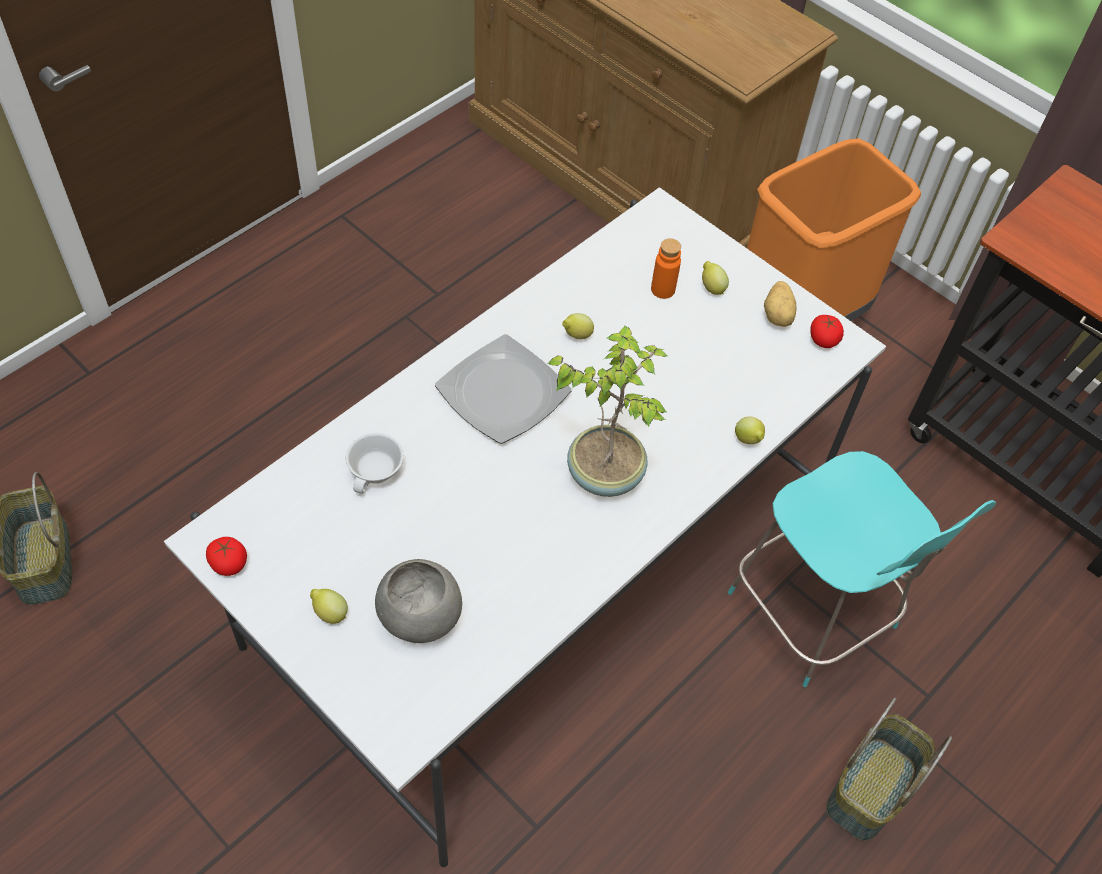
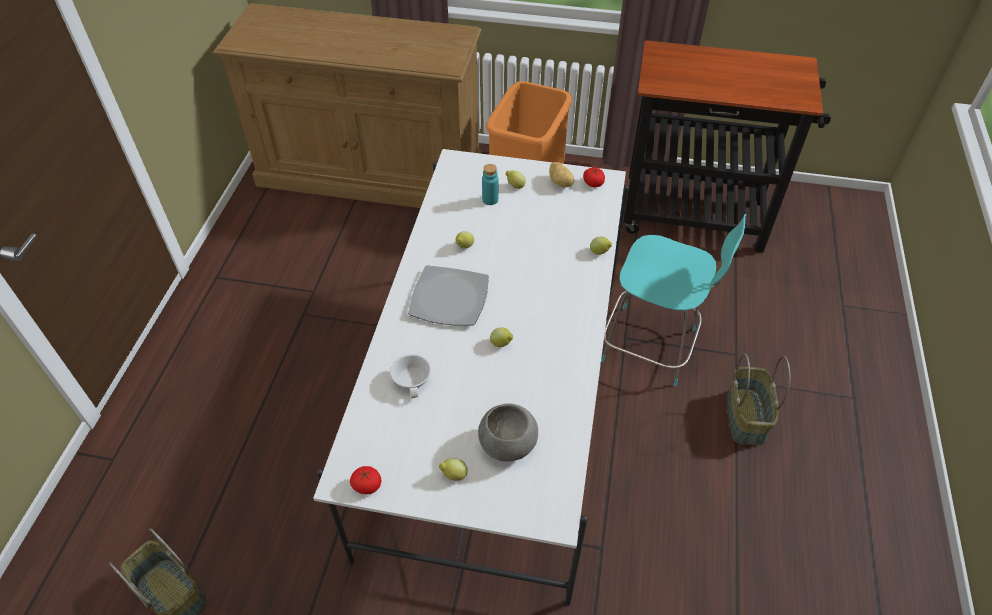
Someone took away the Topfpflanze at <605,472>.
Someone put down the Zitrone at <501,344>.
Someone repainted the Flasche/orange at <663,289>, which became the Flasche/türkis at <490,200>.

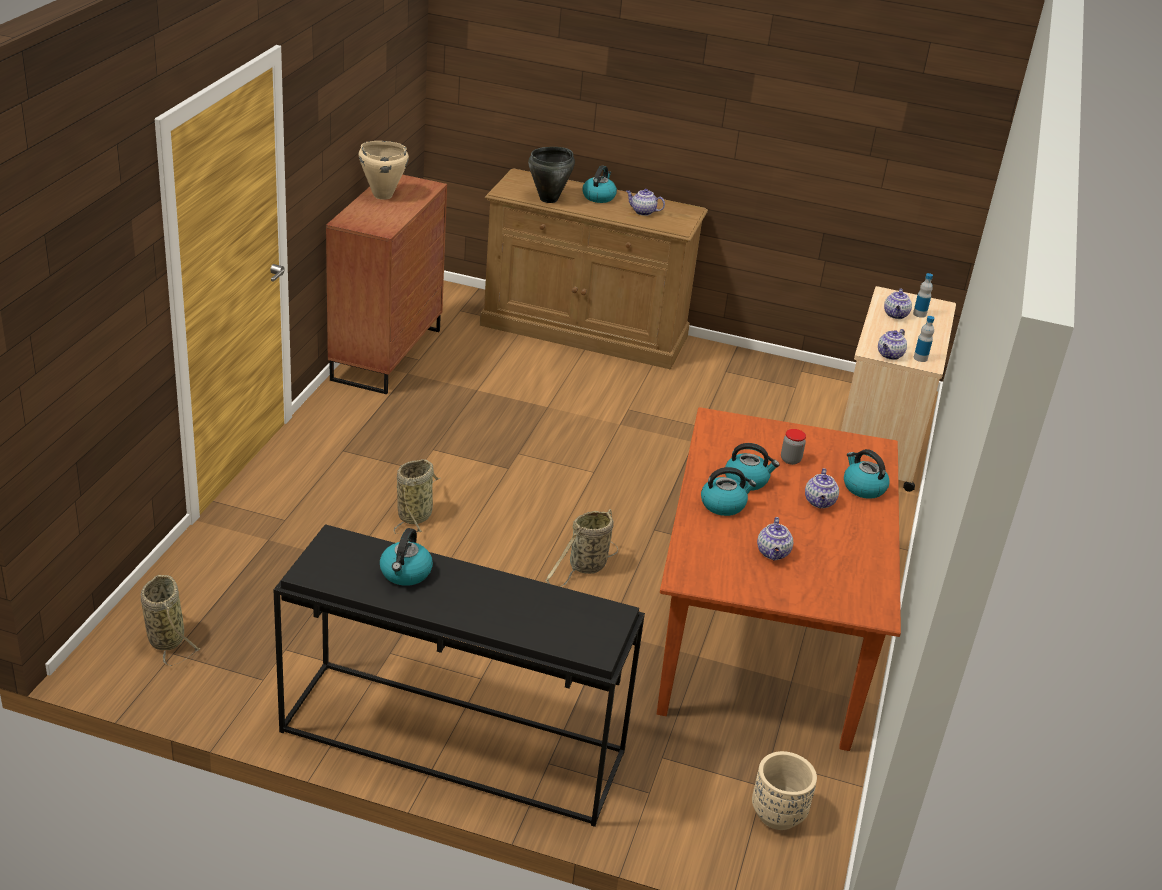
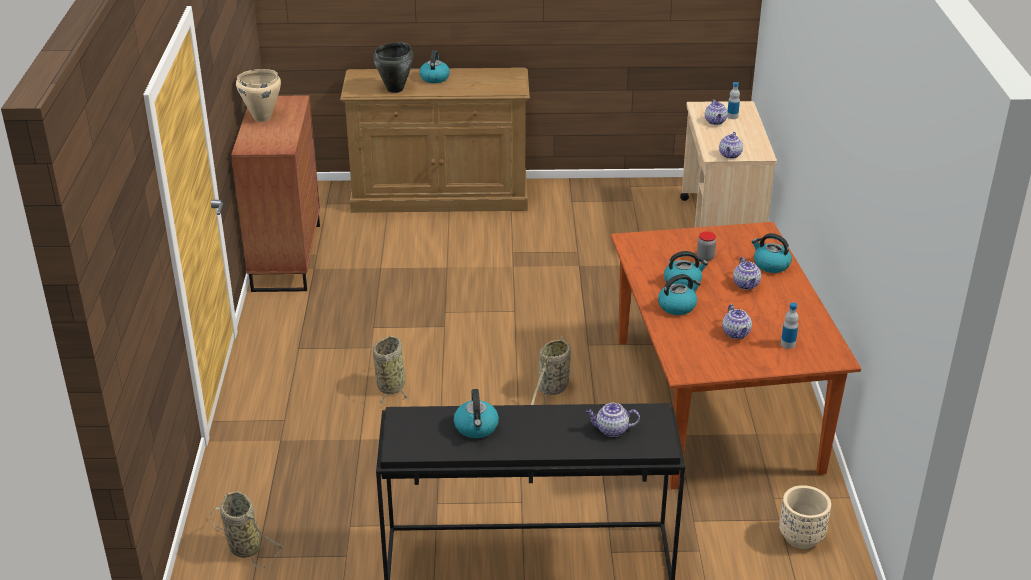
Someone carried the Teekanne from <642,212> to <611,430>.
Someone carried the Flasche from <920,358> to <788,344>.

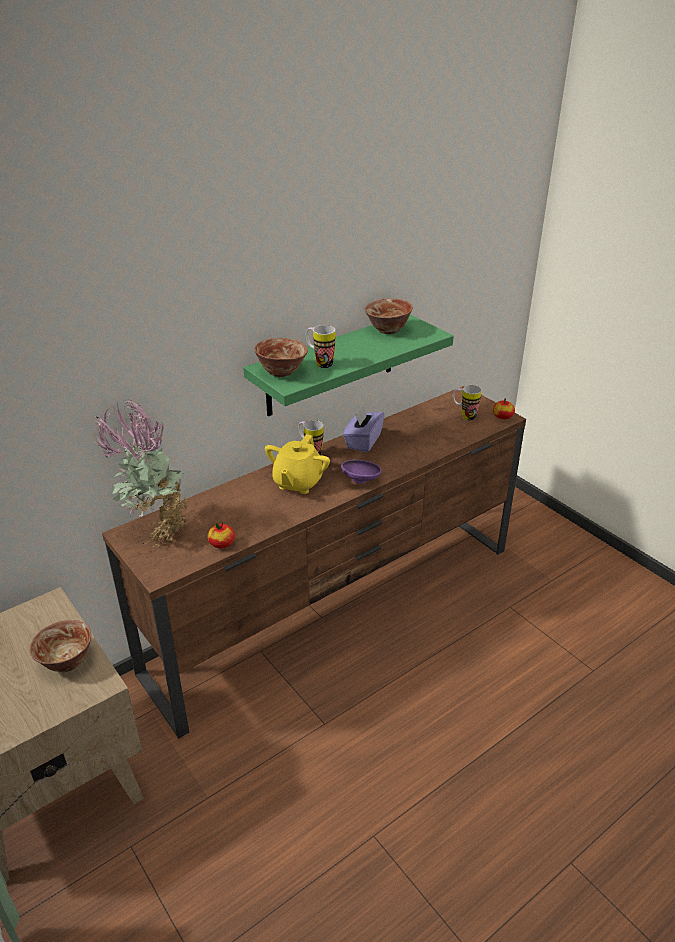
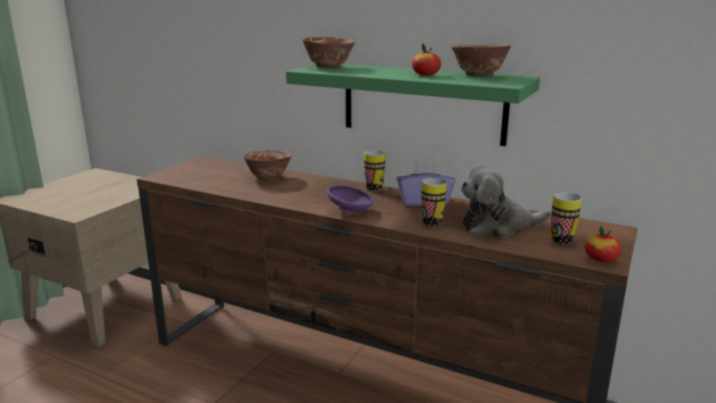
Someone took away the Topfpflanze at <155,529>.
Someone took away the Teekanne/gelb at <297,483>.
Someone put down the Plüschtier at <498,227>.
Someone carried the Schüssel from <66,661> to <268,178>.
Someone carried the Apfel from <222,543> to <426,75>.
Someone carried the Henkelbecher from <320,363> to <432,220>.

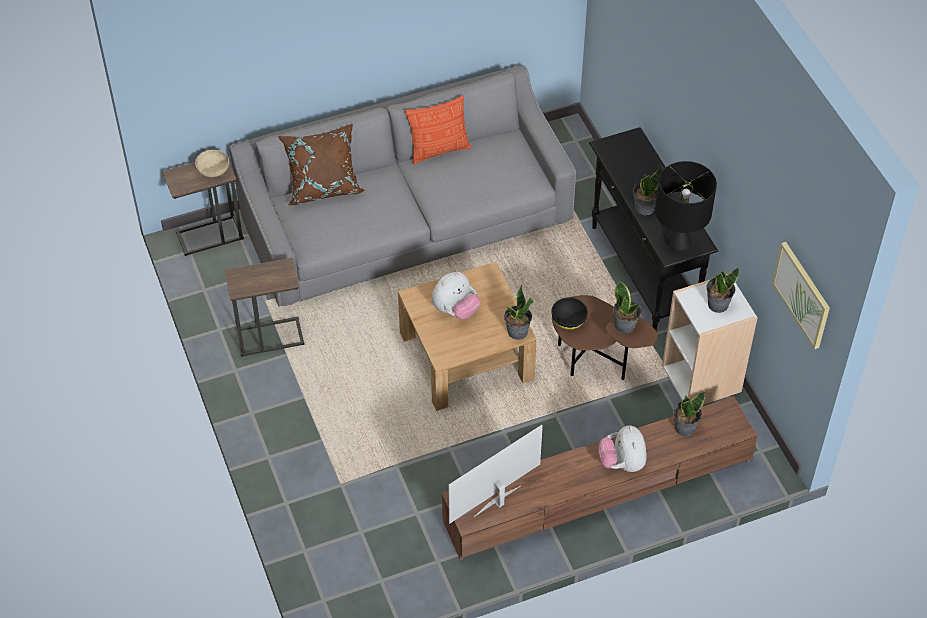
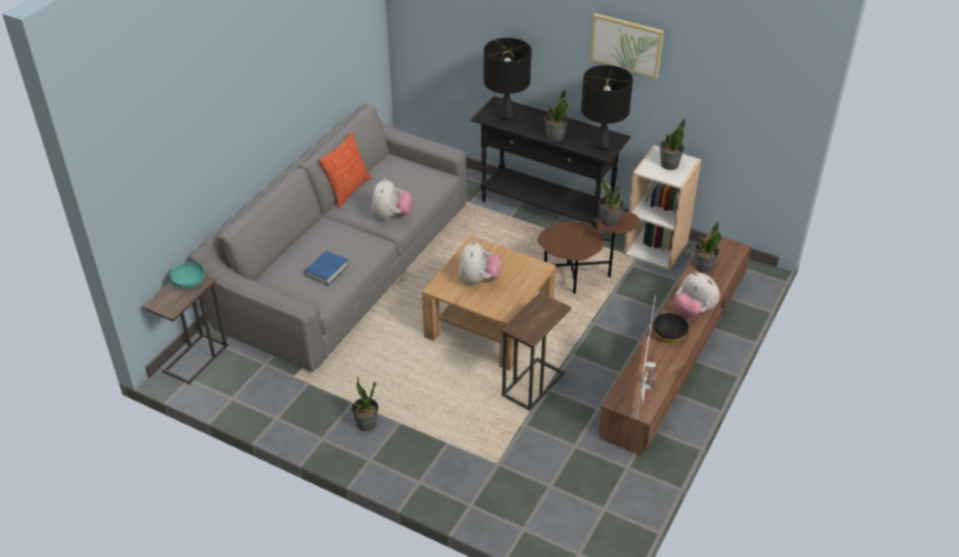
Someone took away the Kissen/braun at <323,186>.
Someone put down the Buch/blau at <327,270>.
Someone put down the Plüschtier at <391,216>.
Someone put down the Tischlampe/schwarz at <506,115>.
Someone carried the Beistelltisch/braun from <269,338> to <533,385>.
Someone carried the Topfpflanze from <517,332> to <366,424>.
Someone carried the Schüssel/schwarz from <569,320> to <669,335>.
Someone carried the Bild from <802,294> to <626,45>.
Someone repainted the Schüssel/beige at <213,171>, which became the Schüssel/türkis at <189,284>.

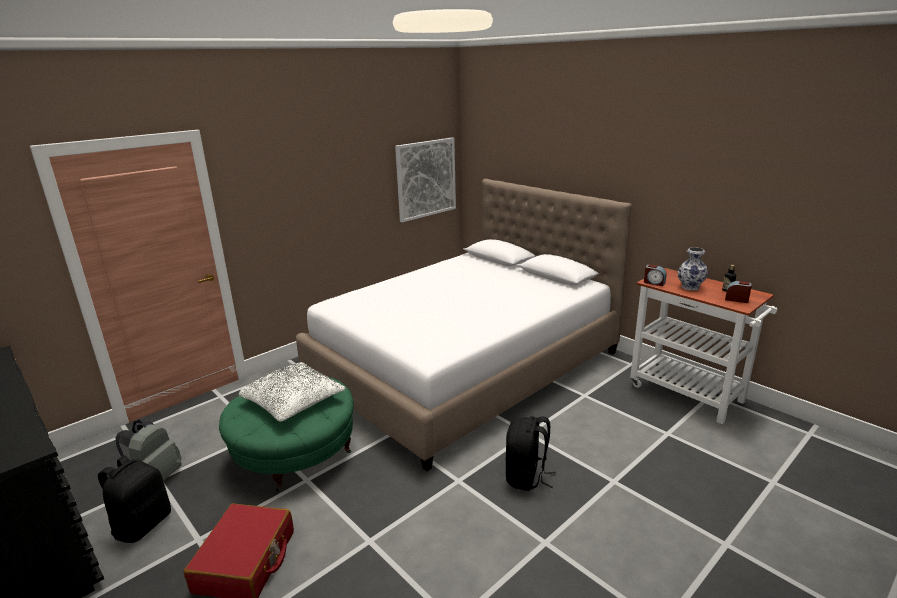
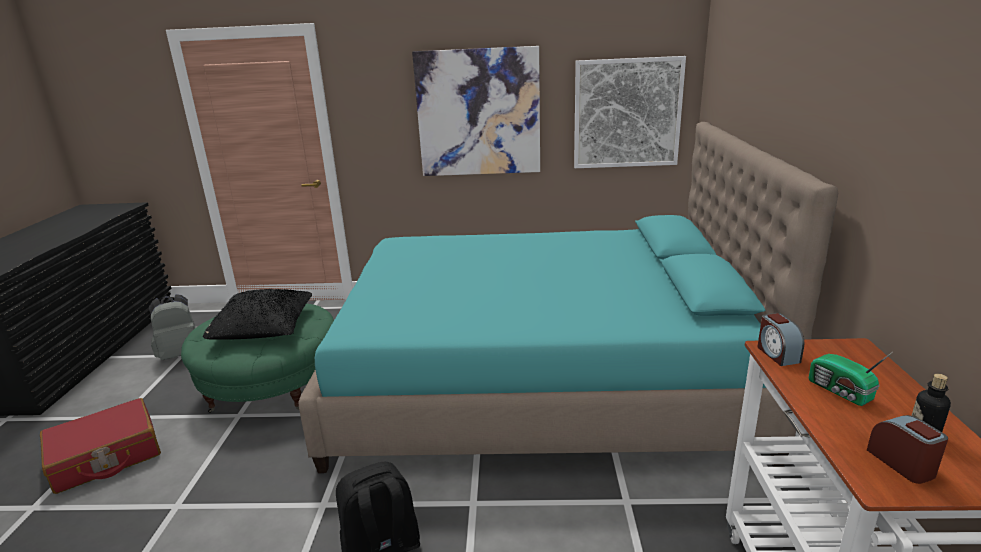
Someone took away the Rucksack/schwarz at <143,524>.
Someone put up the Bild at <478,113>.
Someone swapped the Vase at <690,287> for the Radio at <840,391>.
Someone repainted the Kissen/weiß at <293,401>, which became the Kissen/schwarz at <262,327>.
Someone repainted the Bett/weiß at <466,366>, which became the Bett/türkis at <540,380>.

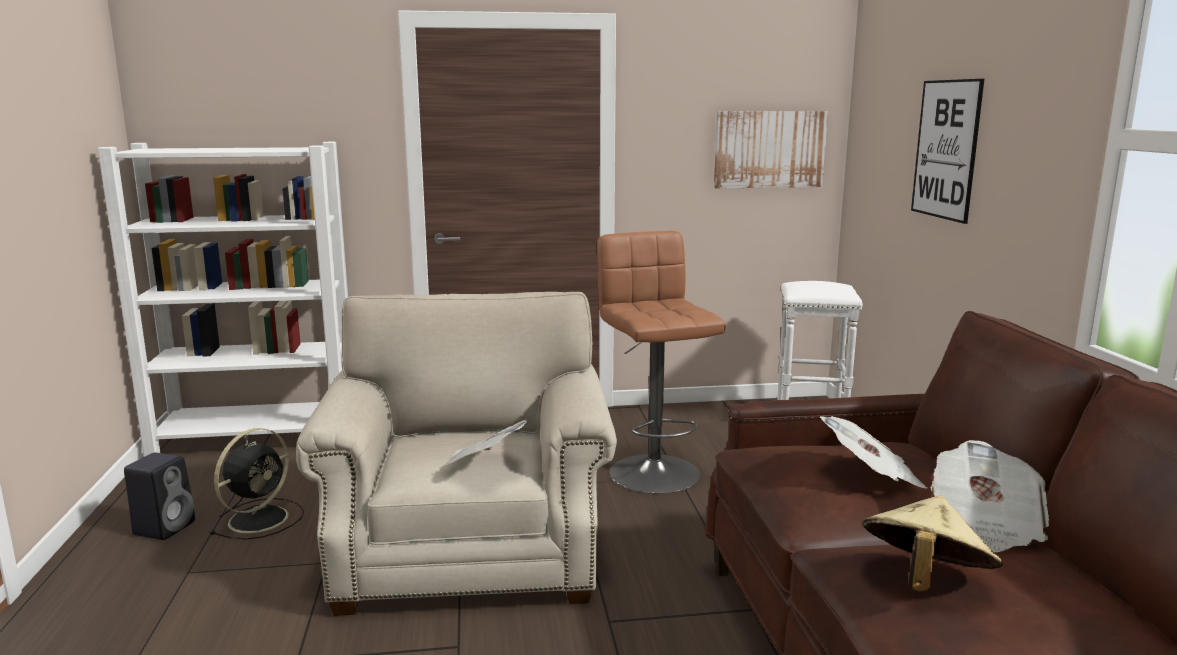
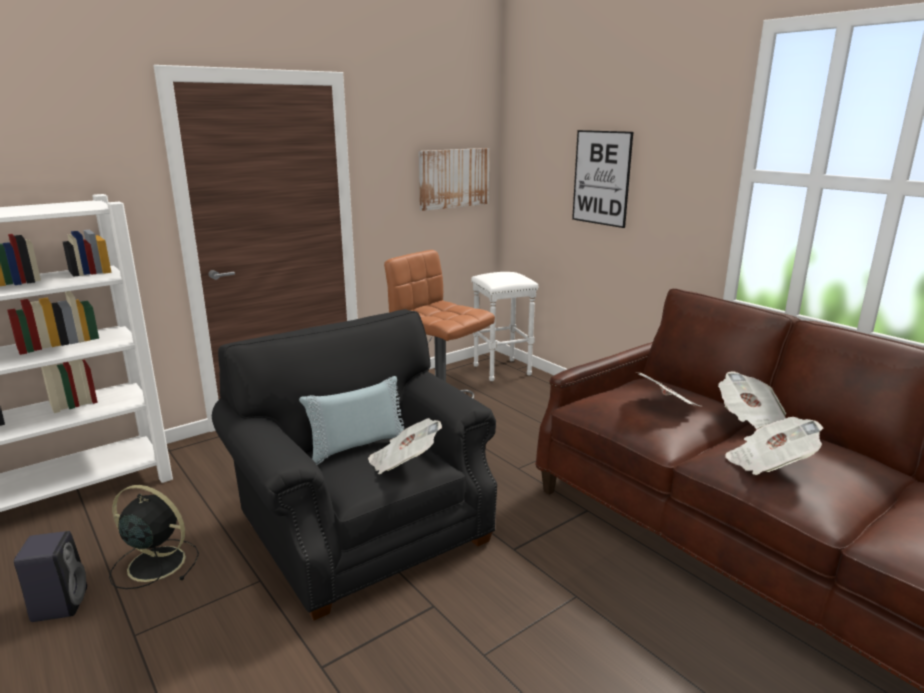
Someone put down the Kissen/blau at <357,446>.
Someone swapped the Hut/beige at <924,580> for the Zeitung at <769,464>.
Someone repainted the Sessel/beige at <470,543>, which became the Sessel/schwarz at <362,525>.
Someone rotated the Ventilator/schwarz at <260,518> by 75 degrees counterclockwise.

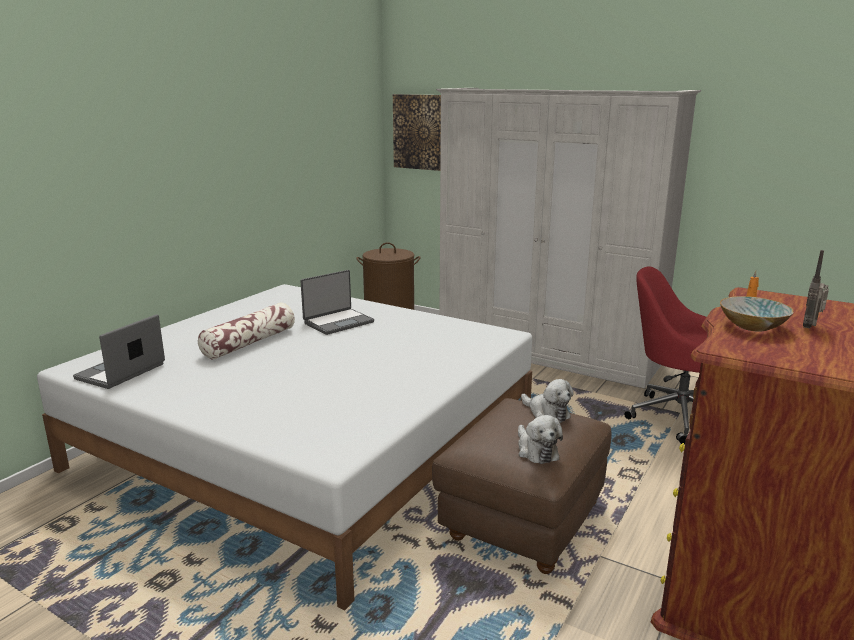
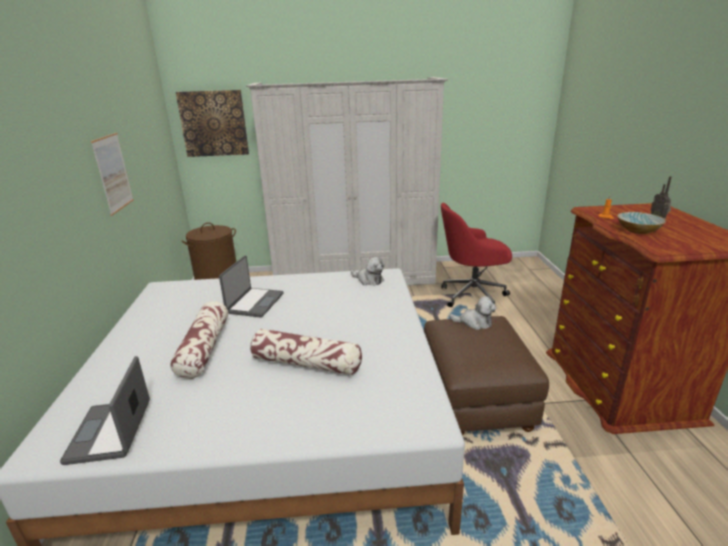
Someone put up the Bild at <113,173>.
Someone put down the Kissen at <306,363>.
Someone carried the Plüschtier from <536,451> to <368,280>.

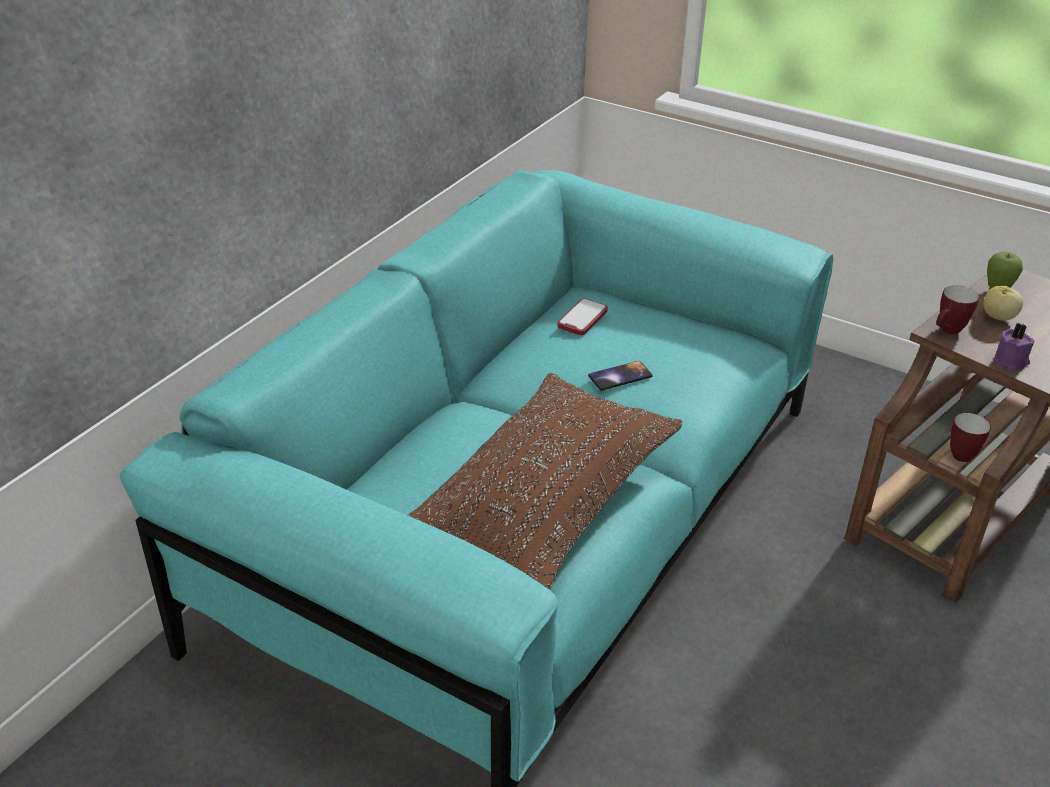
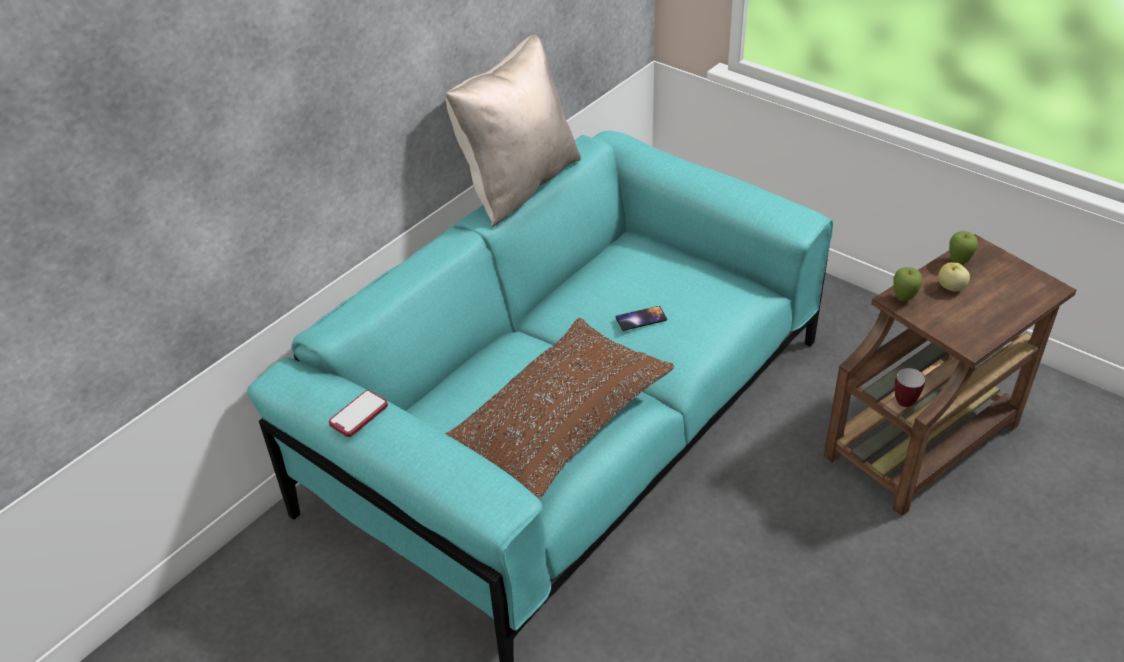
Someone took away the Kerze/lila at <1011,362>.
Someone put down the Kissen/beige at <518,184>.
Someone carried the Handy from <582,318> to <359,415>.
Someone swapped the Henkelbecher at <948,331> for the Apfel at <903,299>.

